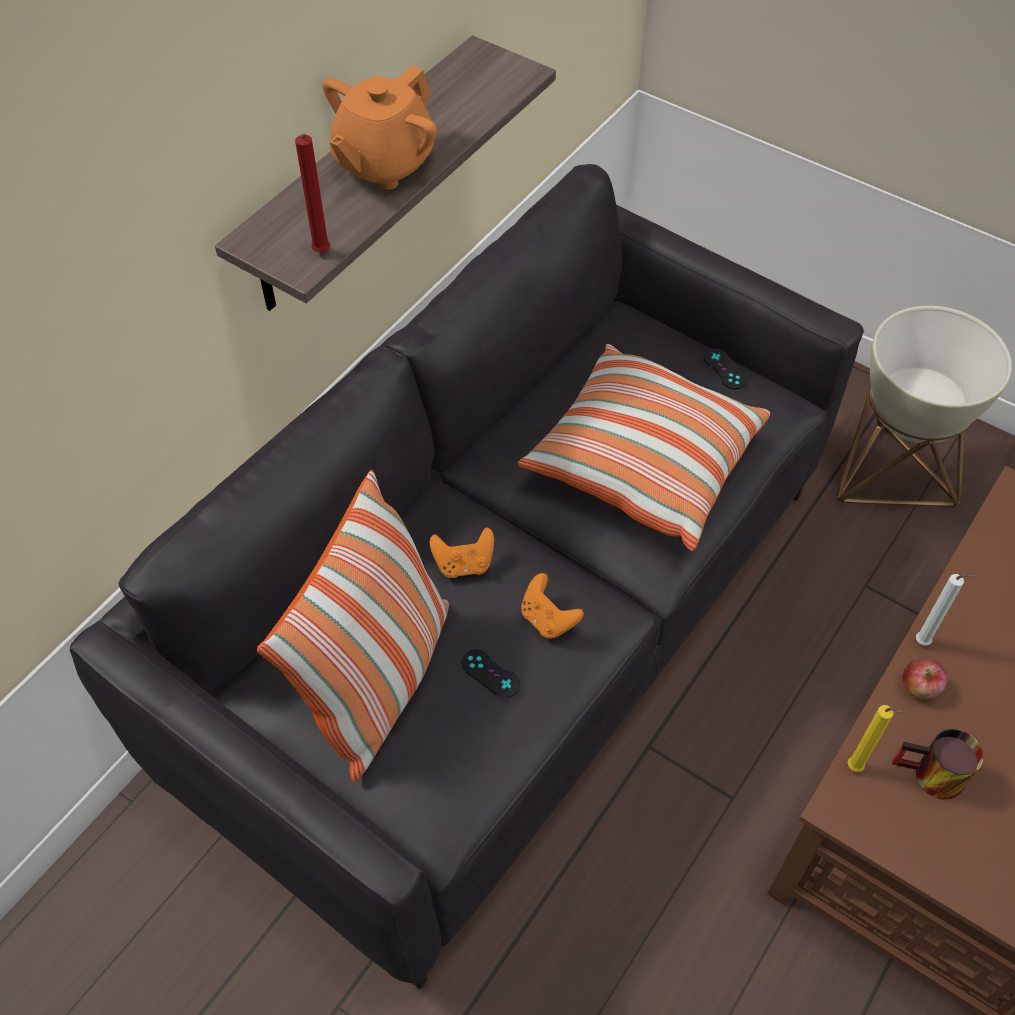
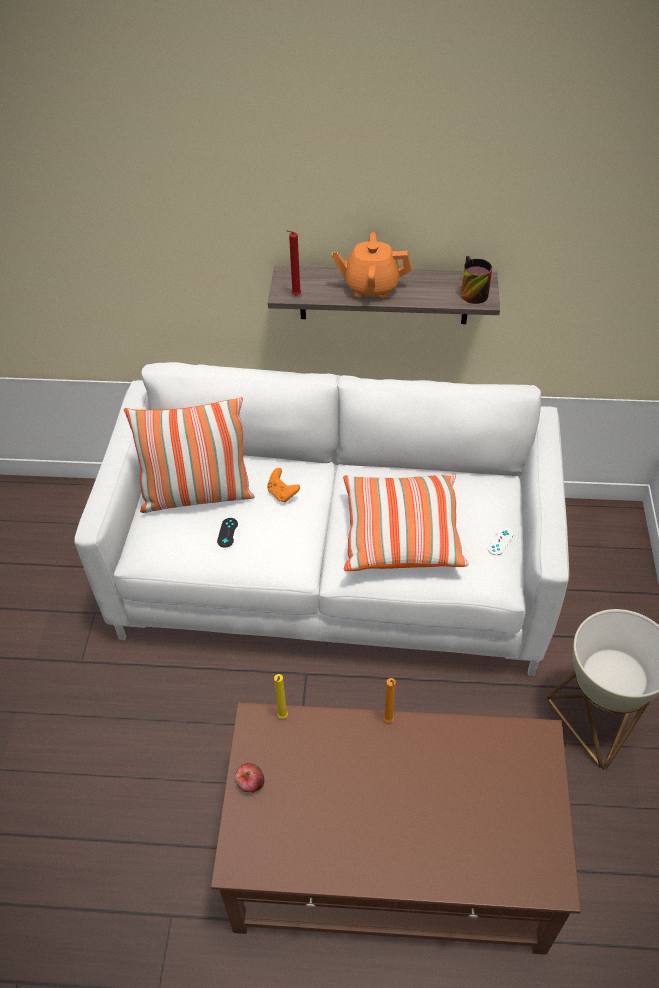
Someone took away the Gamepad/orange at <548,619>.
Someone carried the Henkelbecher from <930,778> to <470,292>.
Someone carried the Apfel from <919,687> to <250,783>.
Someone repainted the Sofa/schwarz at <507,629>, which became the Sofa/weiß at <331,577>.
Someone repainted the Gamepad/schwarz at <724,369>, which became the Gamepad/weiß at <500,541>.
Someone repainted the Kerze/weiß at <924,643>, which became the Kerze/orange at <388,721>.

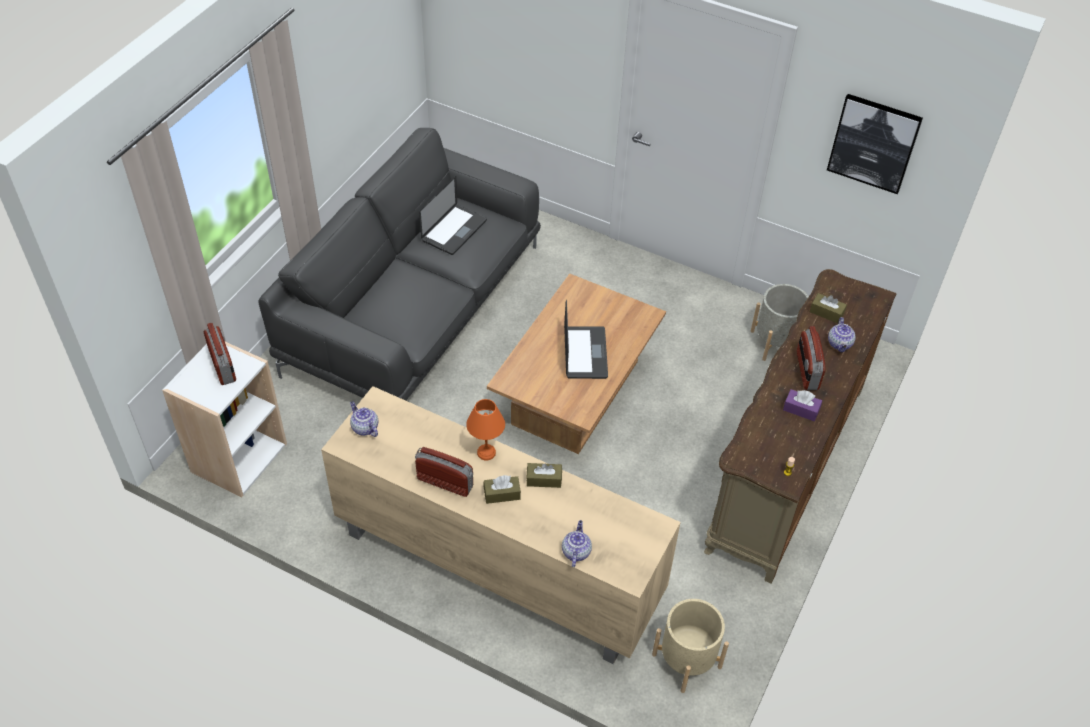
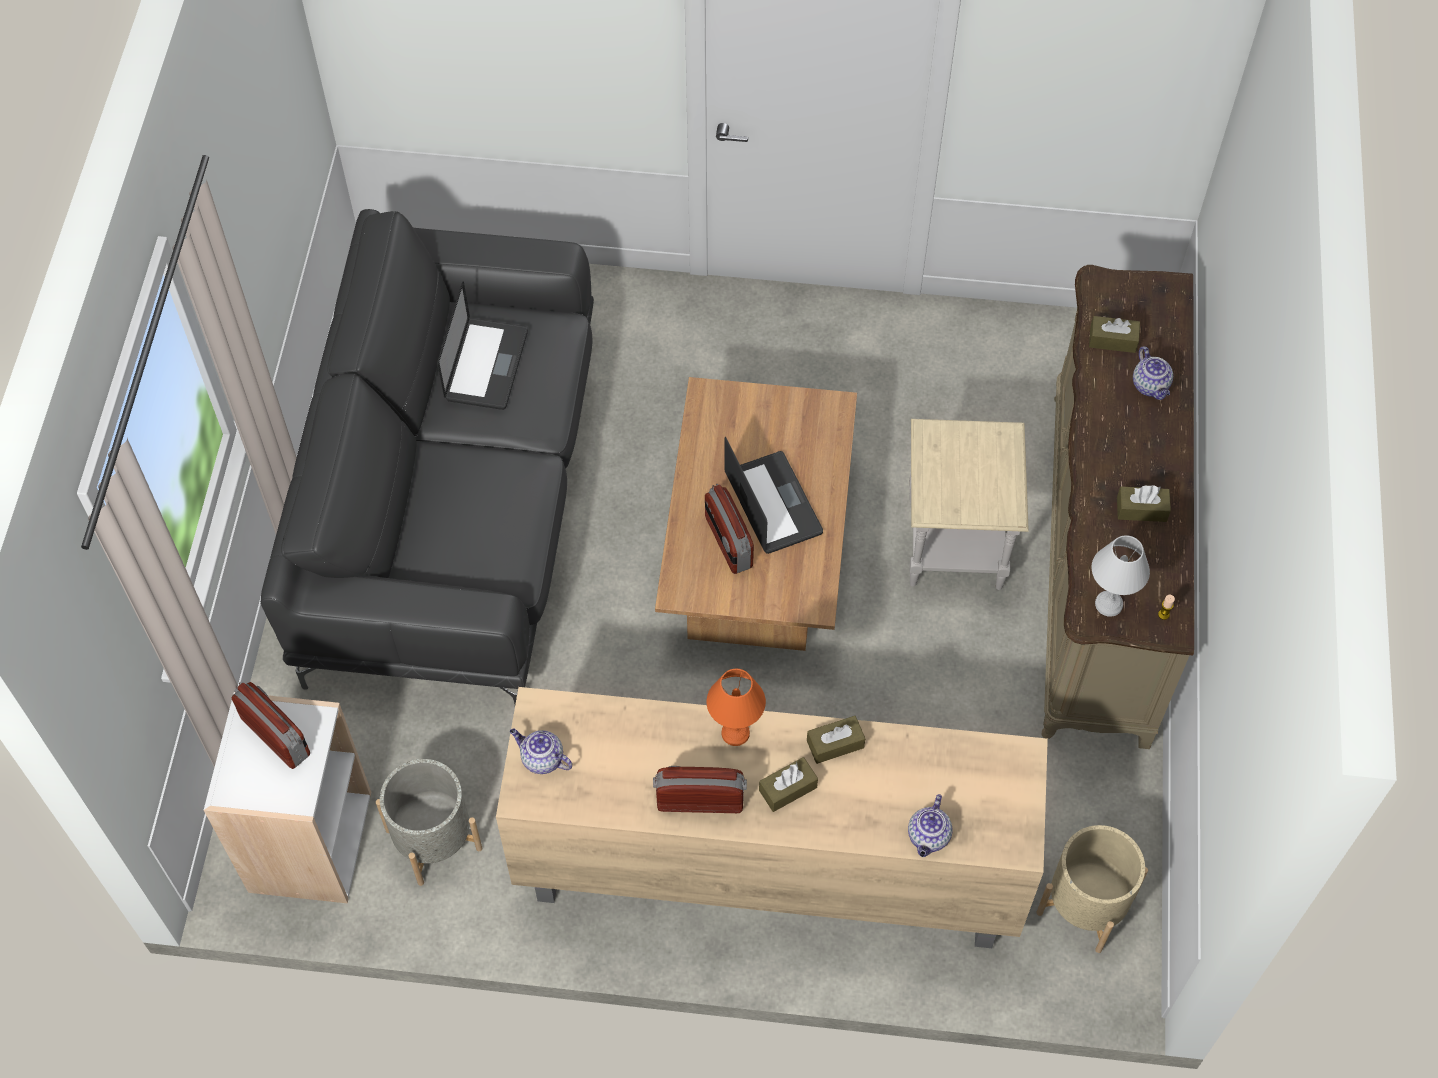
Someone took away the Bild at <874,143>.
Someone put down the Beistelltisch/beige at <955,544>.
Someone put down the Tischlampe/weiß at <1108,605>.
Someone carried the Pflanzkübel/grau from <776,342> to <433,839>.
Someone carried the Radio from <806,370> to <728,542>.
Someone repainted the Taschentuchbox/lila at <801,409>, which became the Taschentuchbox/braun at <1141,509>.
Someone rotated the Teekanne at <576,551> by 150 degrees counterclockwise.

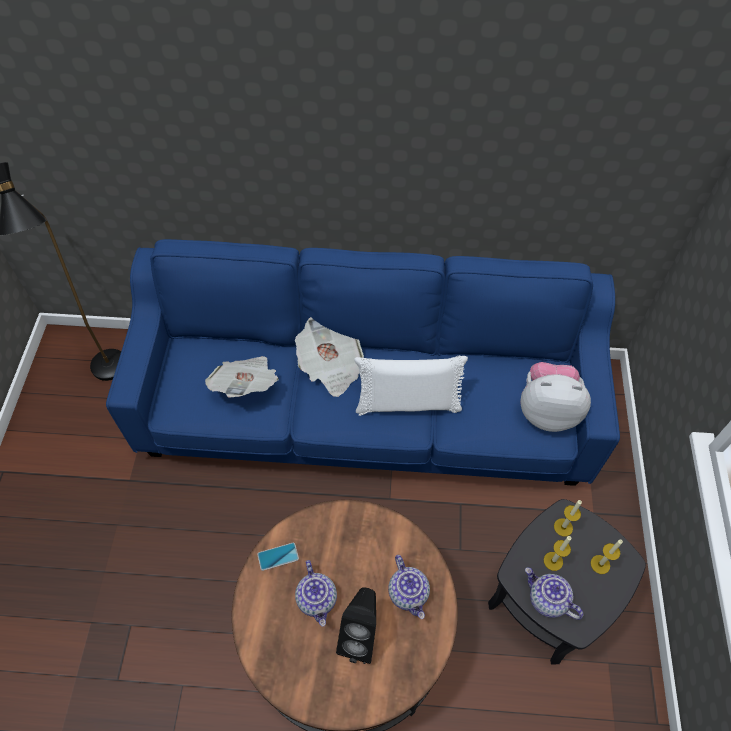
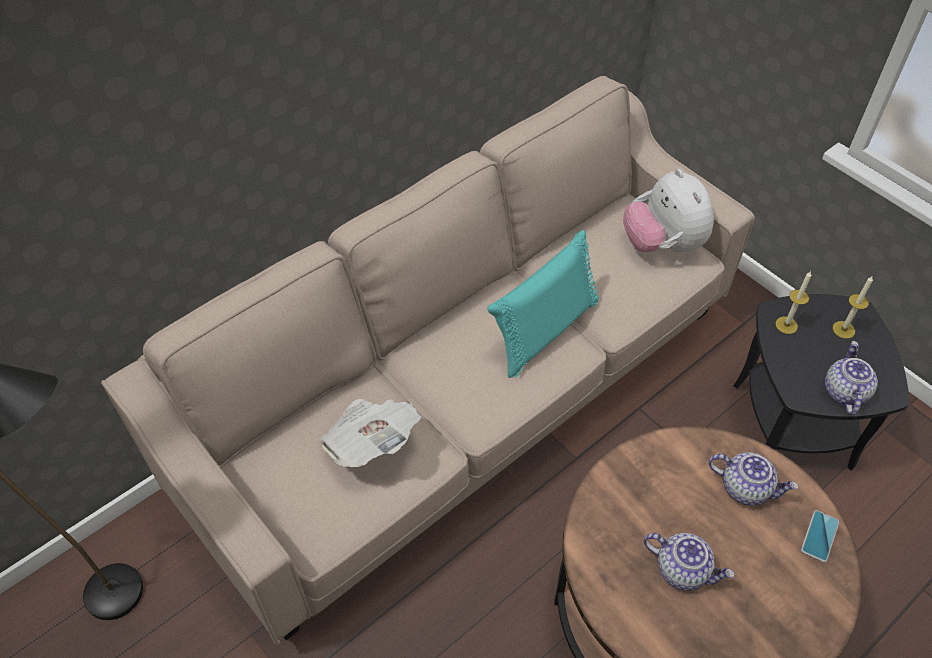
Someone took away the Zeitung at <331,366>.
Someone took away the Lautsprecher/schwarz at <360,634>.
Someone took away the Kerze at <553,561>.
Someone carried the Handy from <278,556> to <819,536>.
Someone repainted the Sofa/blau at <366,413>, which became the Sofa/beige at <465,401>.
Someone repainted the Kissen/weiß at <408,402>, which became the Kissen/türkis at <544,330>.
Someone rotated the Plüschtier at <547,410> by 75 degrees counterclockwise.
Someone rotated the Teekanne at <547,600> by 105 degrees clockwise.

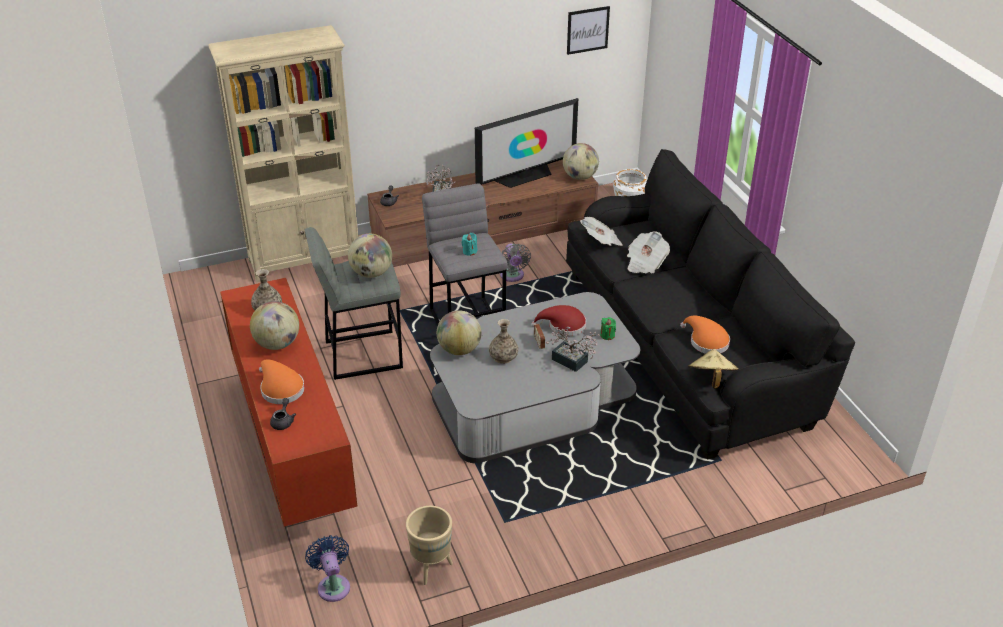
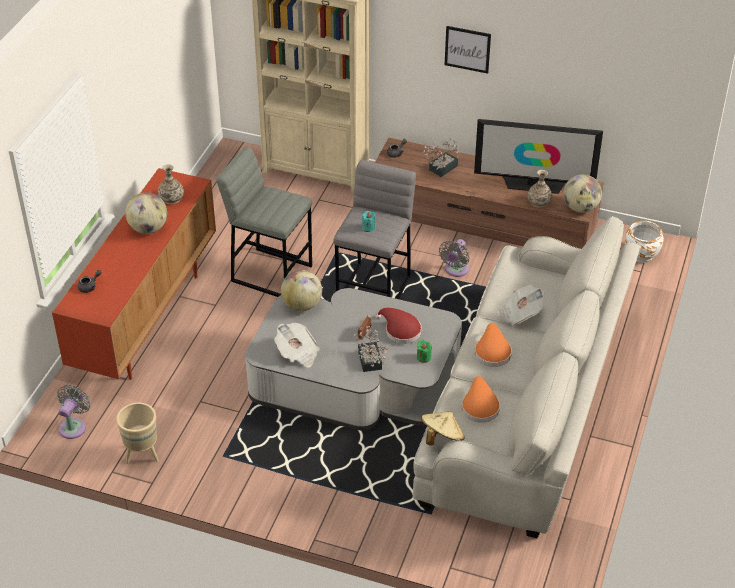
Someone took away the Globus at <371,273>.
Someone carried the Hut/orange from <280,389> to <492,352>.
Someone carried the Vase from <503,357> to <539,202>.
Someone carried the Bild from <587,30> to <467,49>.
Someone carried the Zeitung from <601,241> to <297,353>.
Someone repainted the Ventilator/blau at <333,585>, which became the Ventilator/grau at <74,426>.
Someone repainted the Sofa/schwarz at <687,344>, which became the Sofa/weiß at <525,408>.

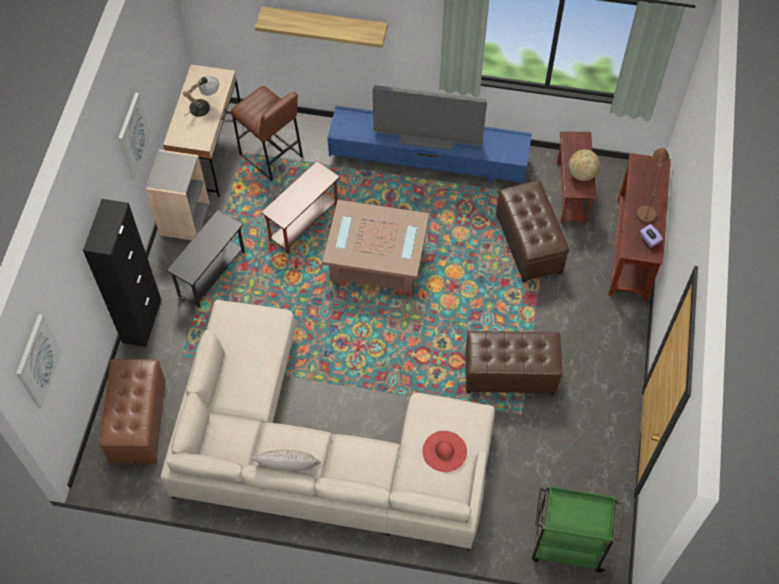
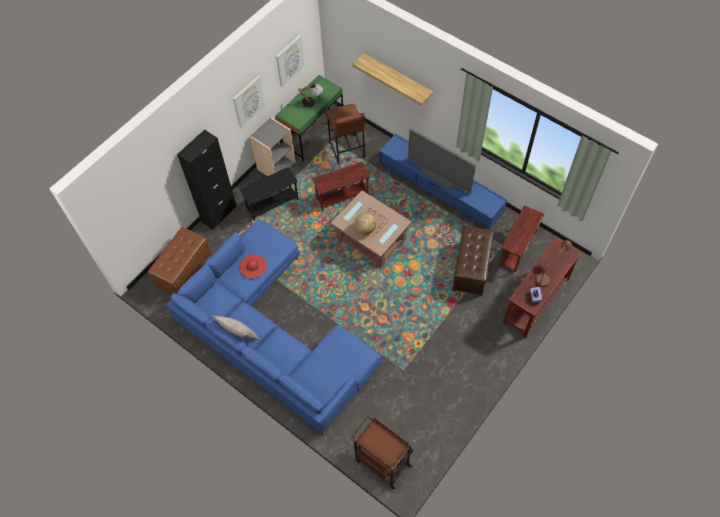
Someone took away the Polsterhocker/braun at <510,374>.
Someone carried the Bild from <37,361> to <289,60>.
Someone carried the Hut/rot from <444,451> to <253,266>.
Someone carried the Globus from <582,174> to <365,229>.
Someone repainted the Sofa/beige at <319,451>, which became the Sofa/blau at <271,334>.
Someone repainted the Schreibtisch/beige at <210,154>, which became the Schreibtisch/grün at <313,134>.
Someone repainted the Rollwagen/grün at <566,546>, which became the Rollwagen/braun at <382,462>.

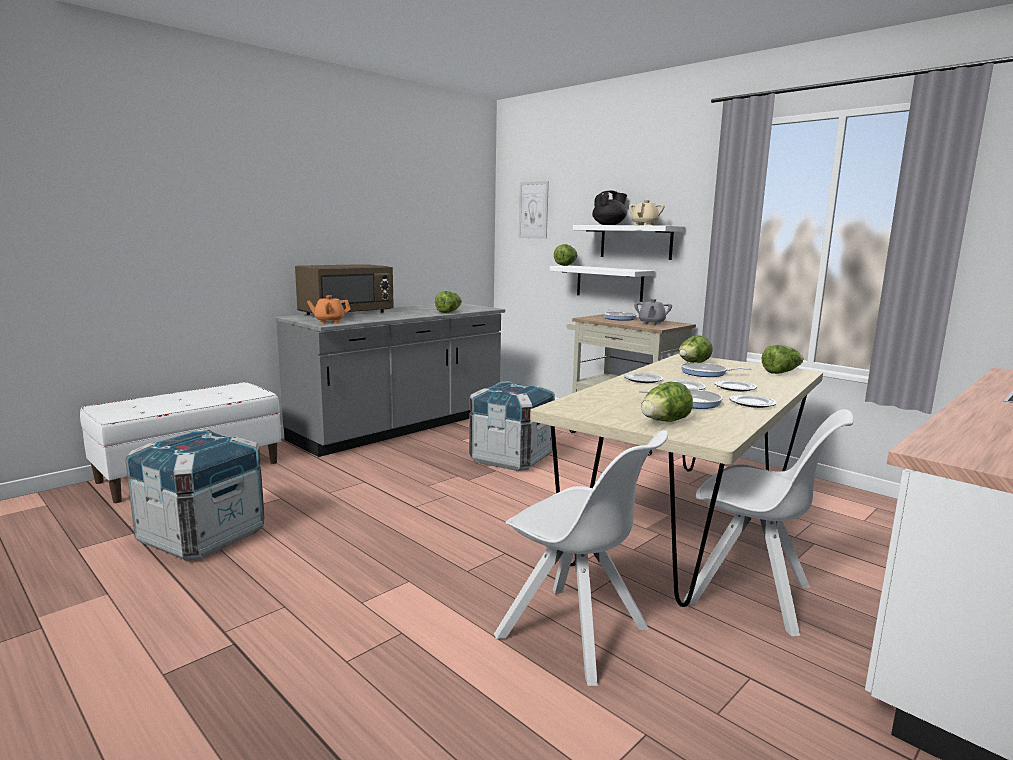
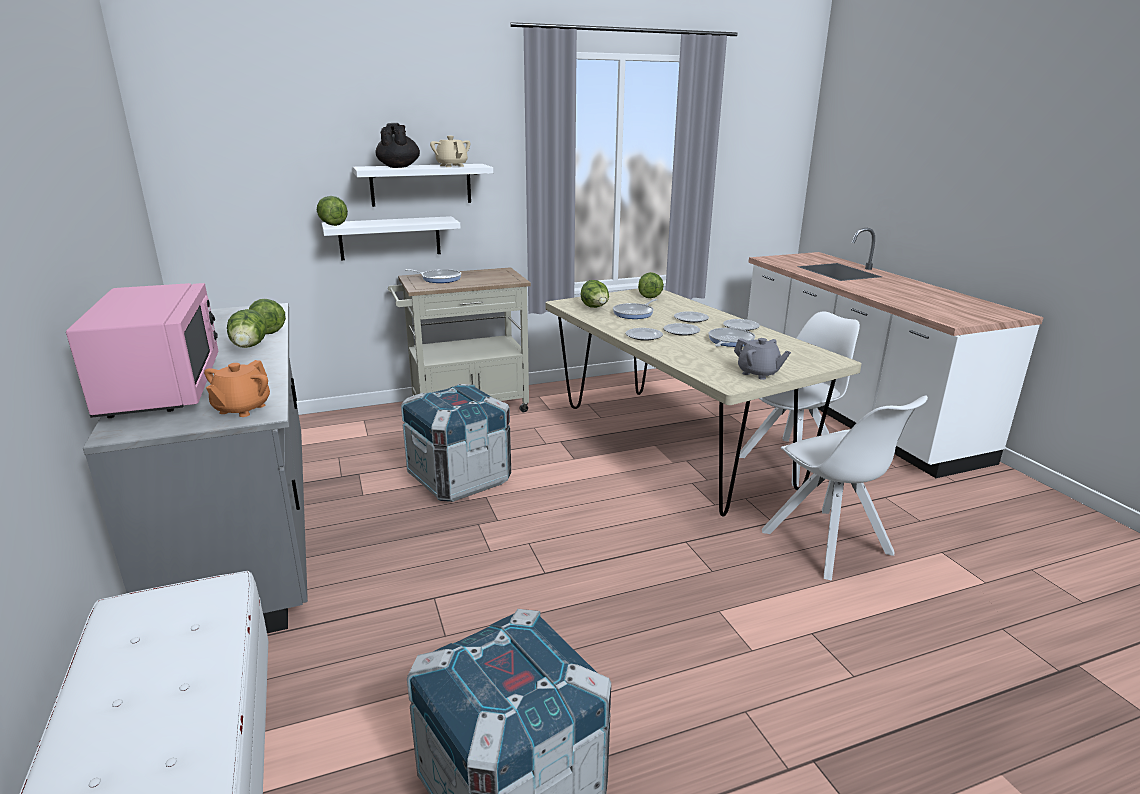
Someone took away the Bild at <533,210>.
Someone carried the Teekanne/grau from <651,323> to <758,373>.
Someone carried the Salatkopf from <664,422> to <249,347>.
Someone repainted the Mikrowelle/braun at <346,313>, which became the Mikrowelle/rosa at <162,389>.
Someone rotated the Stuhl/weiß at <575,634> by 90 degrees clockwise.

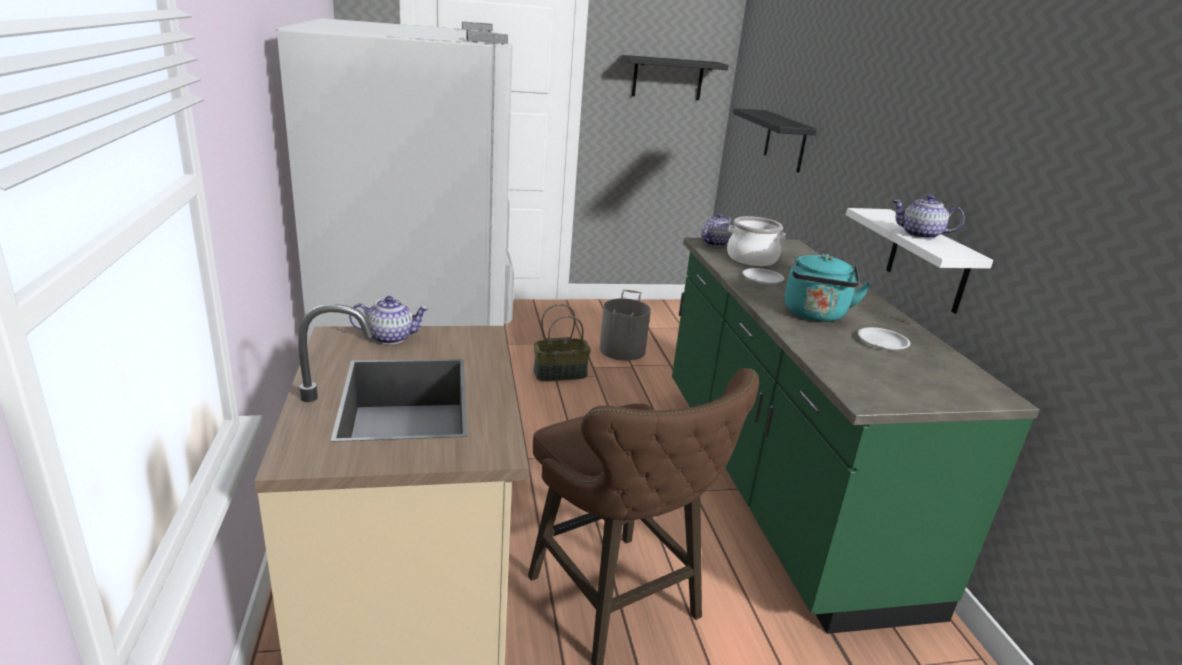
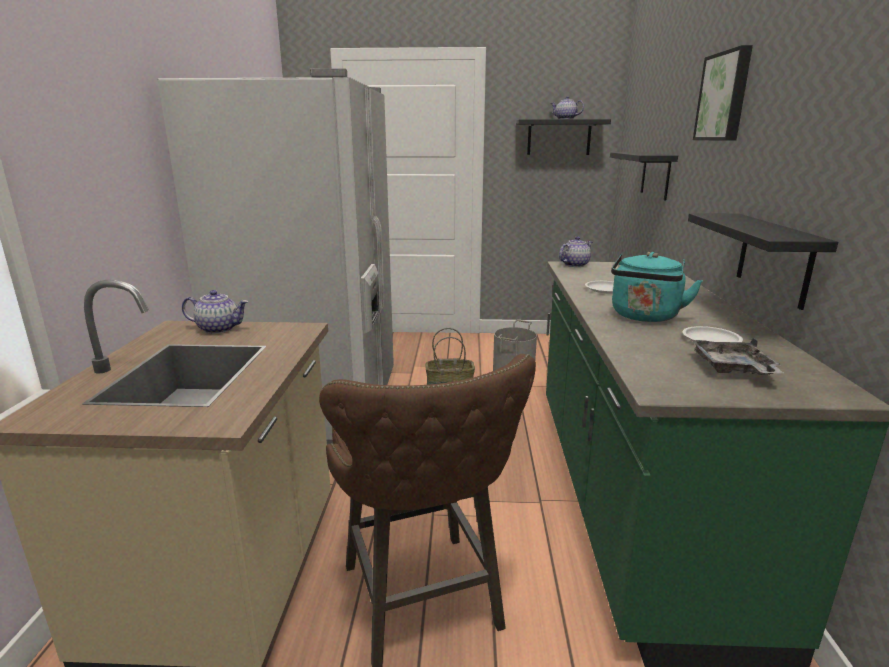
Someone took away the Kochtopf at <751,259>.
Someone put down the Tablett/grau at <732,368>.
Someone put up the Bild at <725,97>.
Someone carried the Teekanne from <920,235> to <565,119>.
Someone repainted the Wandregal/weiß at <928,261>, which became the Wandregal/schwarz at <774,259>.

